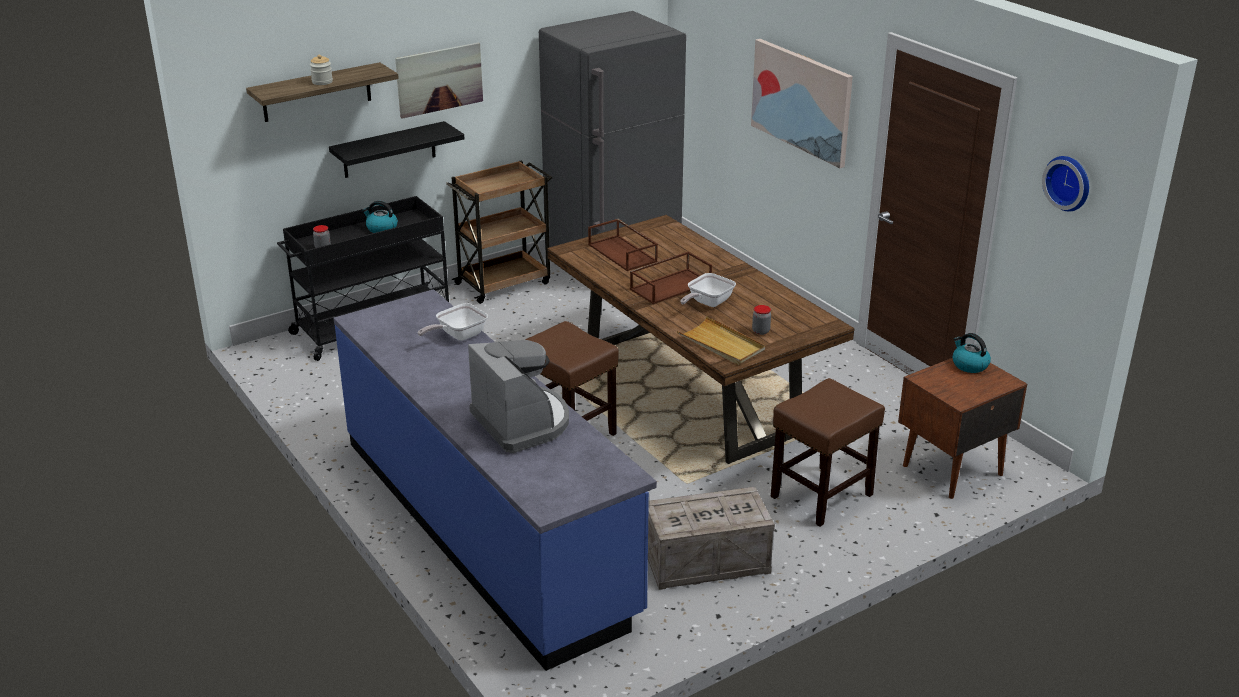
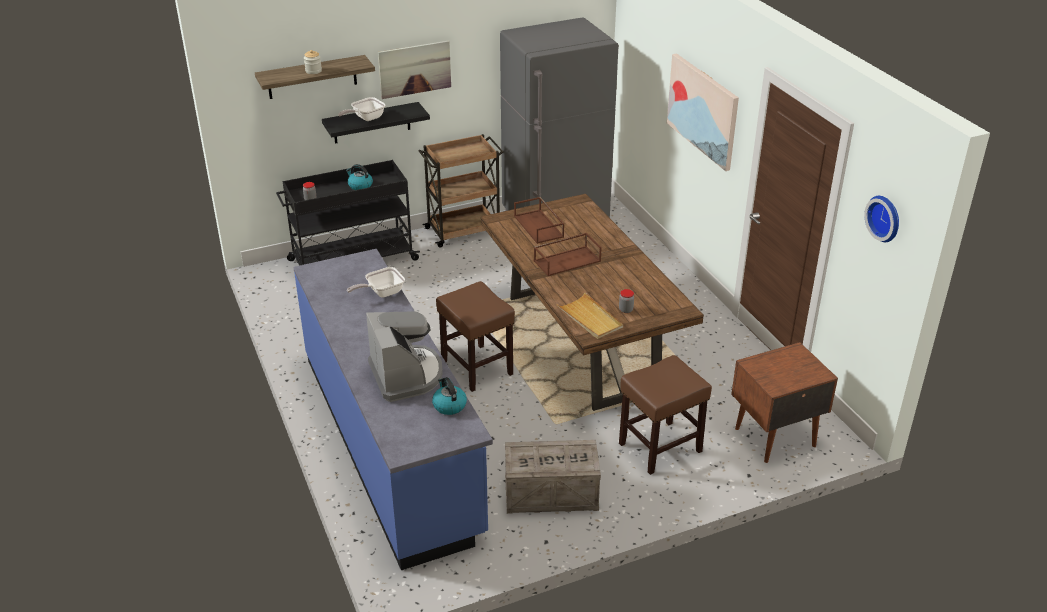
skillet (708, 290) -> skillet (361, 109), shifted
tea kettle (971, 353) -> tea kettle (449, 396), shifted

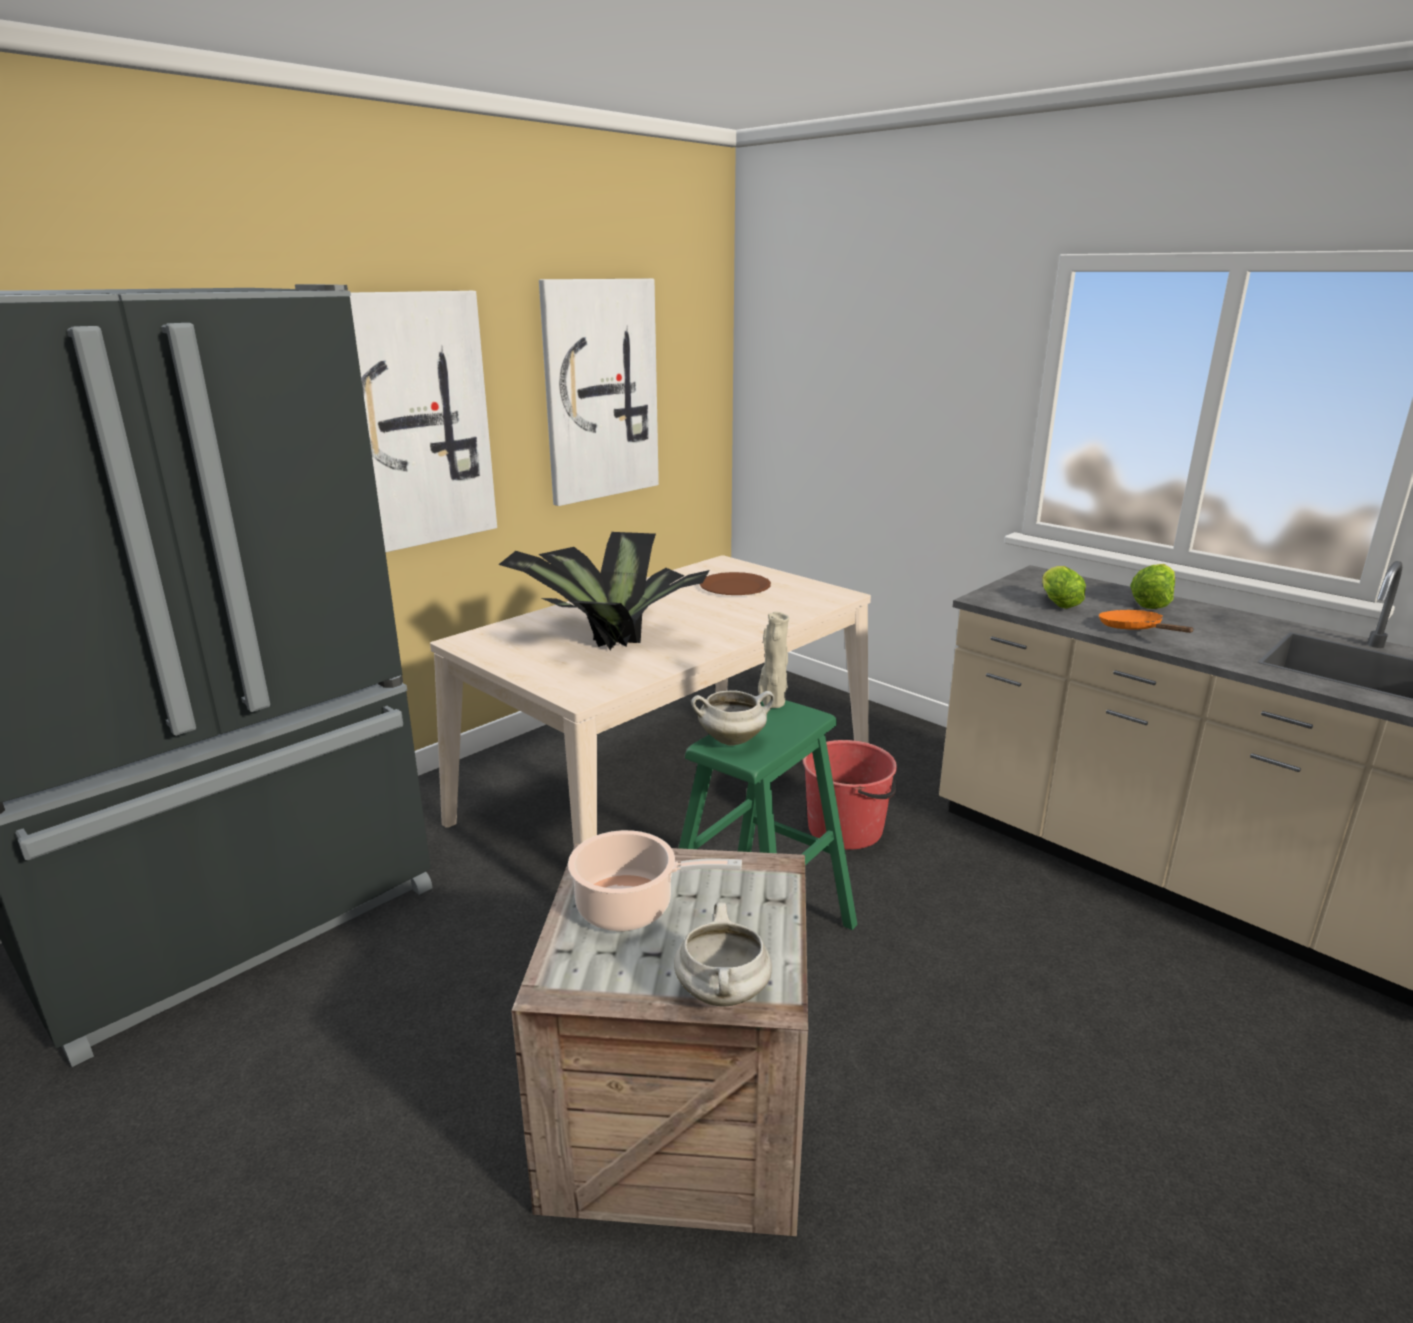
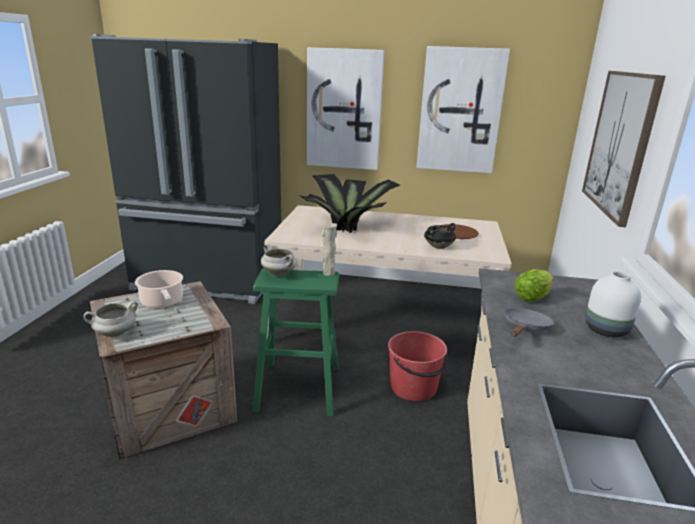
head of lettuce (1152, 586) -> flower vase (white) (613, 304)
skillet (orange) (1146, 621) -> skillet (greyish) (529, 322)
none -> wall art (624, 149)
none -> saucepot (blackish) (440, 236)

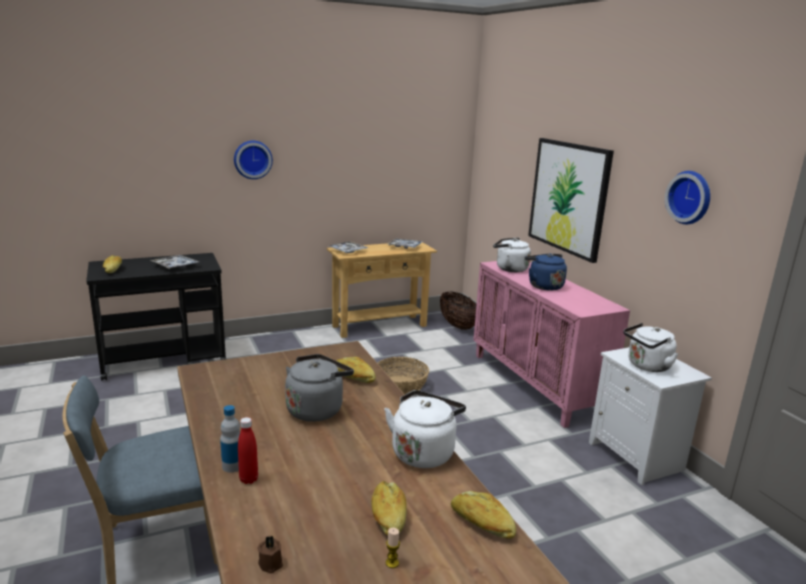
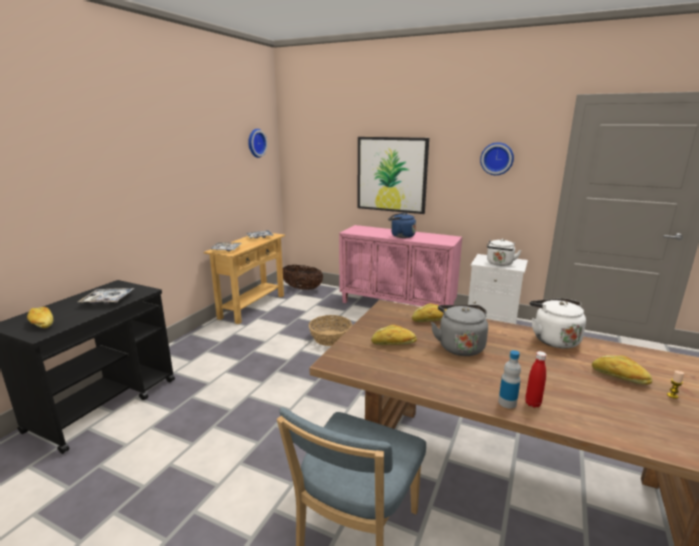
wall clock (253, 159) -> wall clock (258, 143), shifted
tea kettle (white) (512, 255) -> none
baked bread (483, 515) -> baked bread (394, 335), shifted
wax candle (brownish) (270, 554) -> none

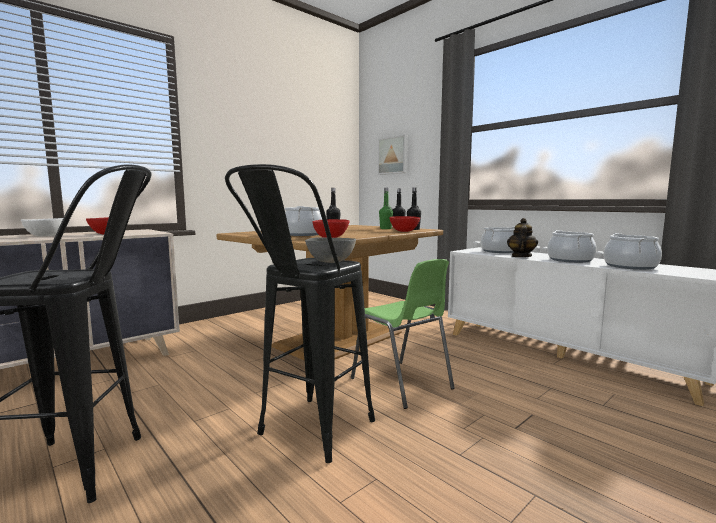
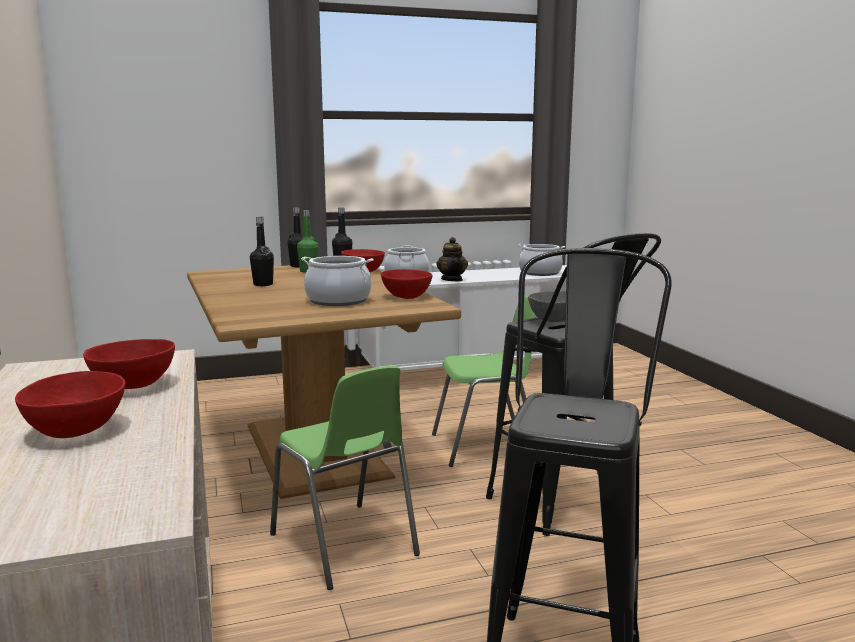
wall art (393, 155) -> none
bowl (white) (44, 227) -> bowl (red-coloured) (70, 404)
pot for tea (522, 237) -> pot for tea (452, 259), 150 degrees counterclockwise
saucepot (572, 246) -> none
none -> upright chair (green) (345, 478)

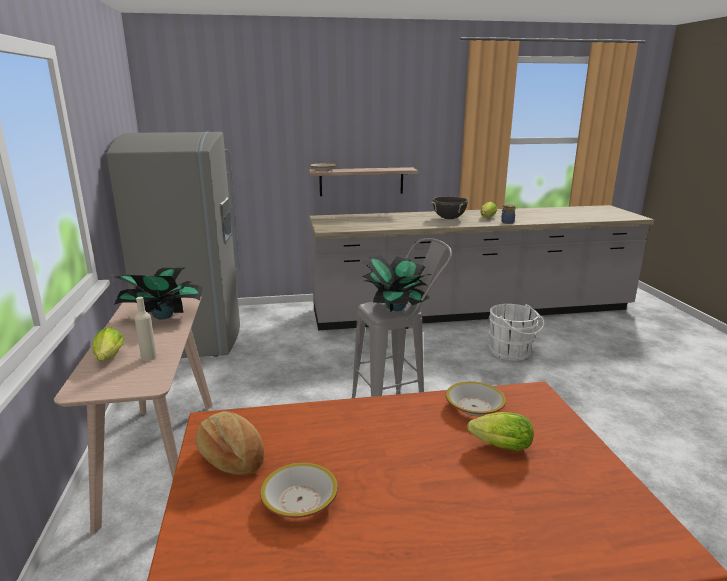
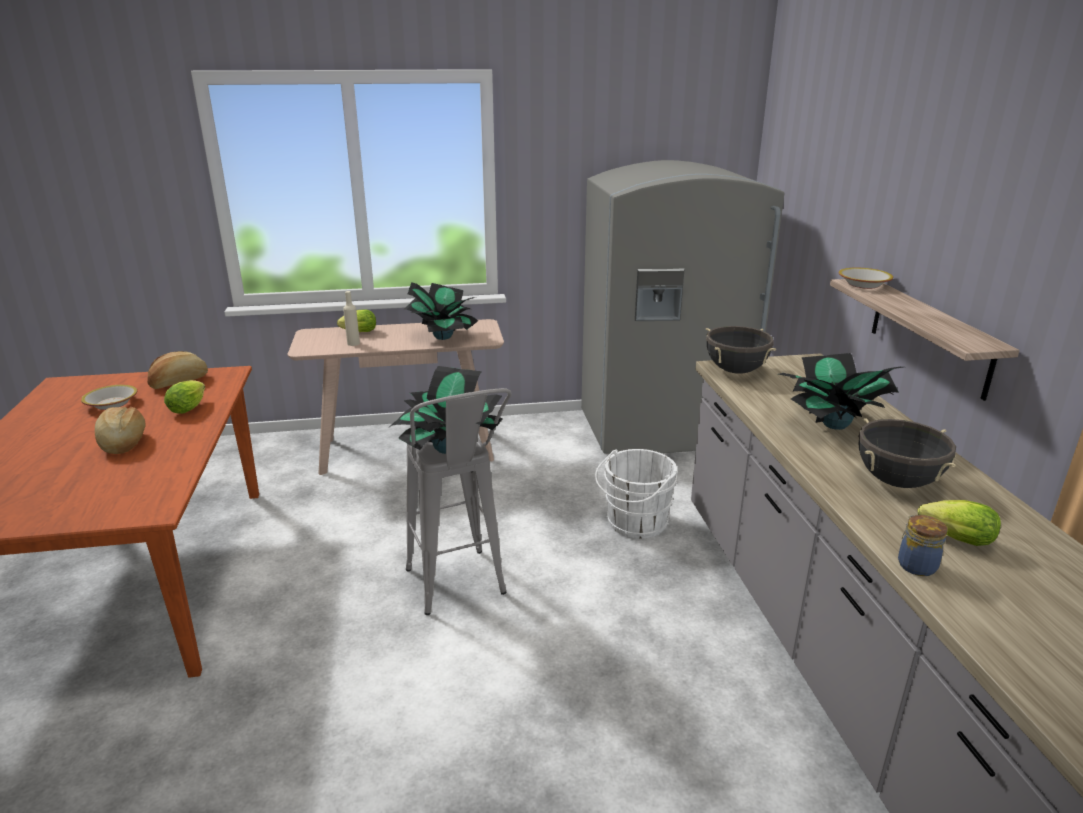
water bucket (white) (516, 332) -> water bucket (white) (636, 493), shifted
bowl (476, 398) -> none
head of lettuce (500, 431) -> head of lettuce (184, 397), shifted
none -> saucepot (blackish) (741, 350)
none -> plant in a pot (841, 391)
none -> baked bread (120, 430)

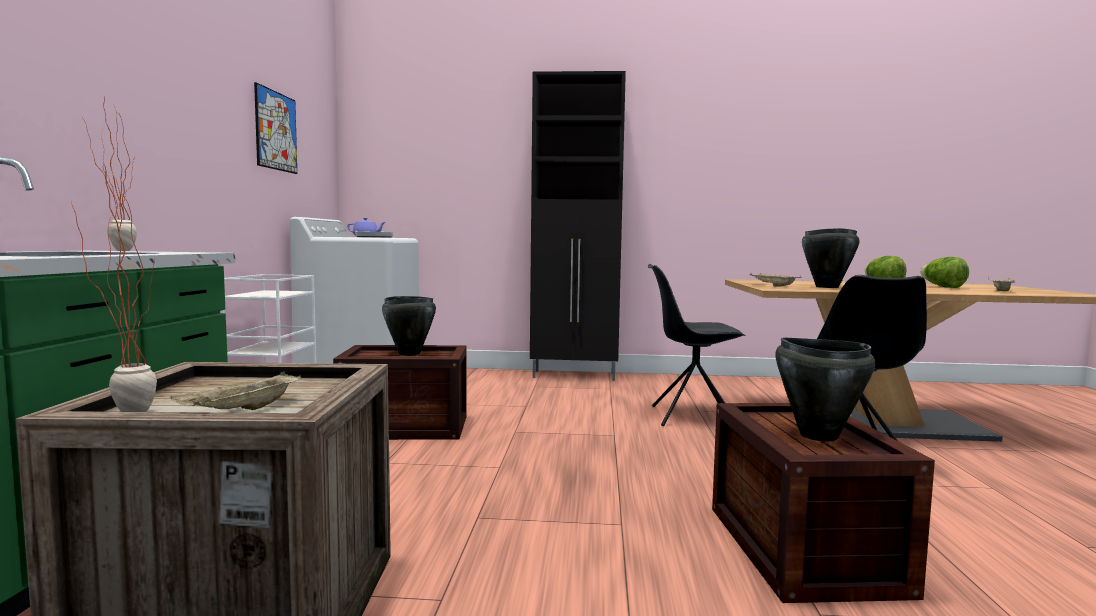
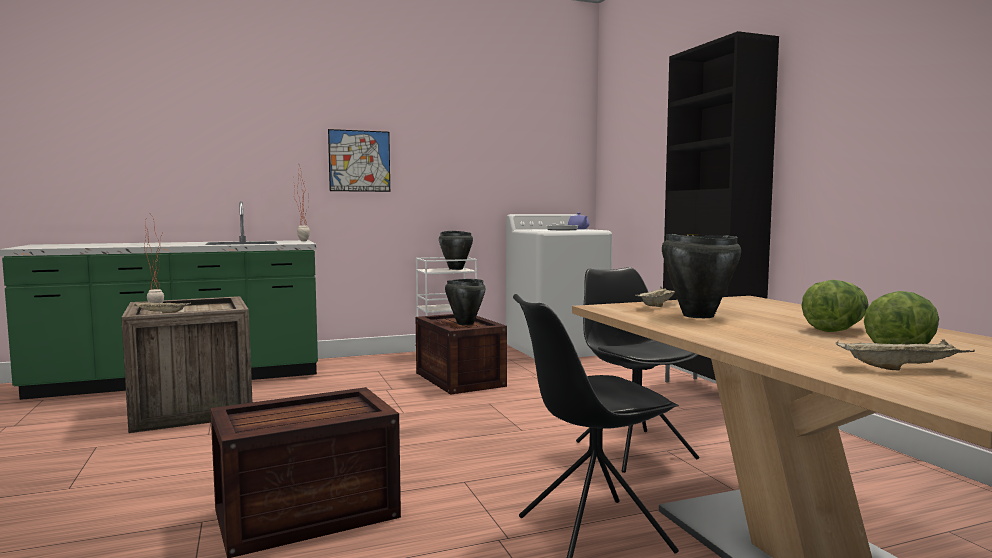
wall art (275, 128) -> wall art (359, 160), shifted
saucepot (blackish) (825, 390) -> saucepot (blackish) (456, 250), shifted

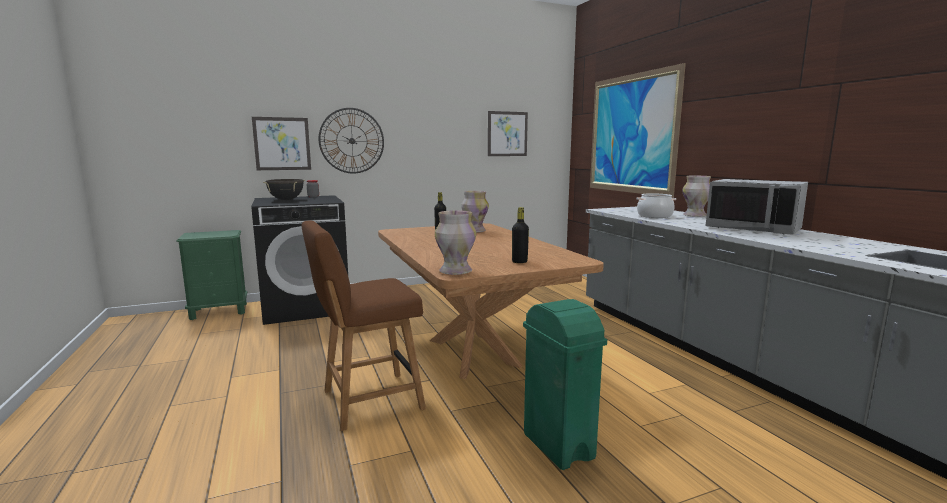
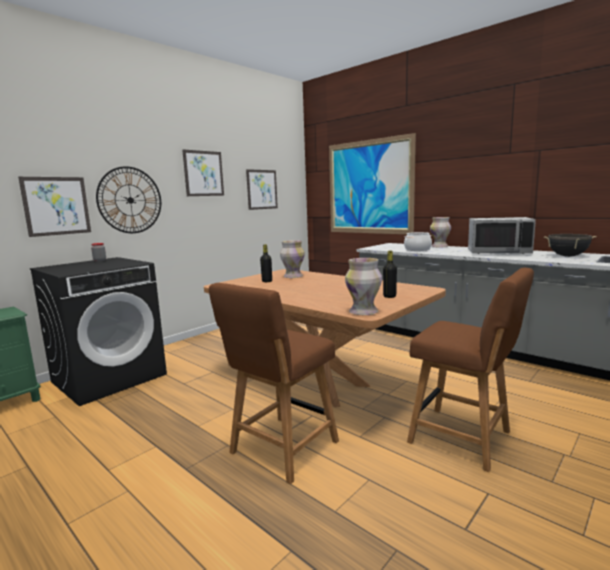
saucepot (blackish) (284, 189) -> saucepot (blackish) (570, 245), shifted
rubbish bin (green) (565, 384) -> upright chair (brownish) (470, 370)
none -> wall art (203, 172)

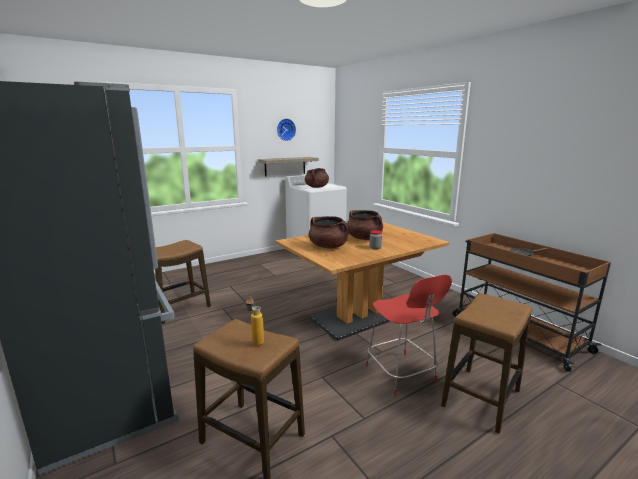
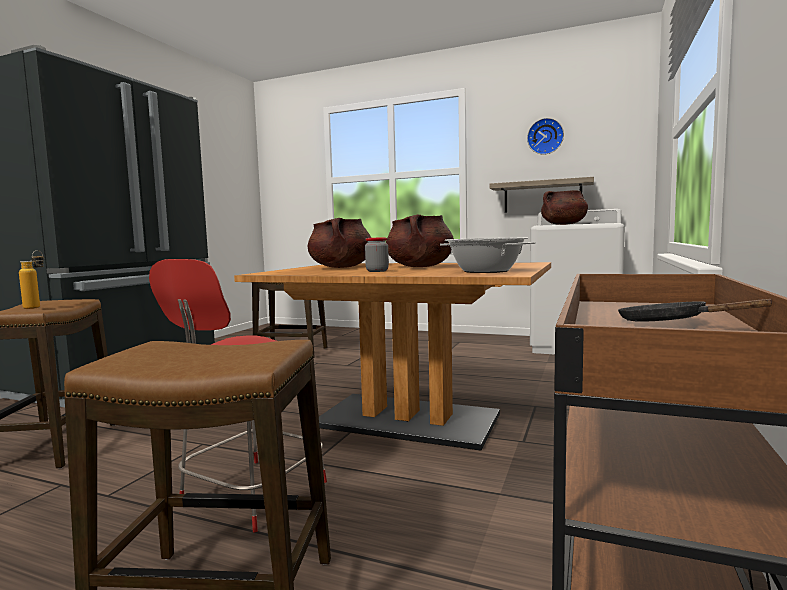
none -> saucepot (488, 255)

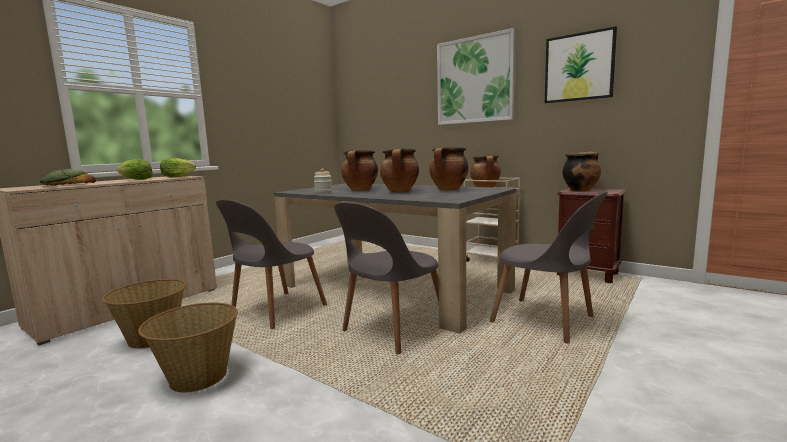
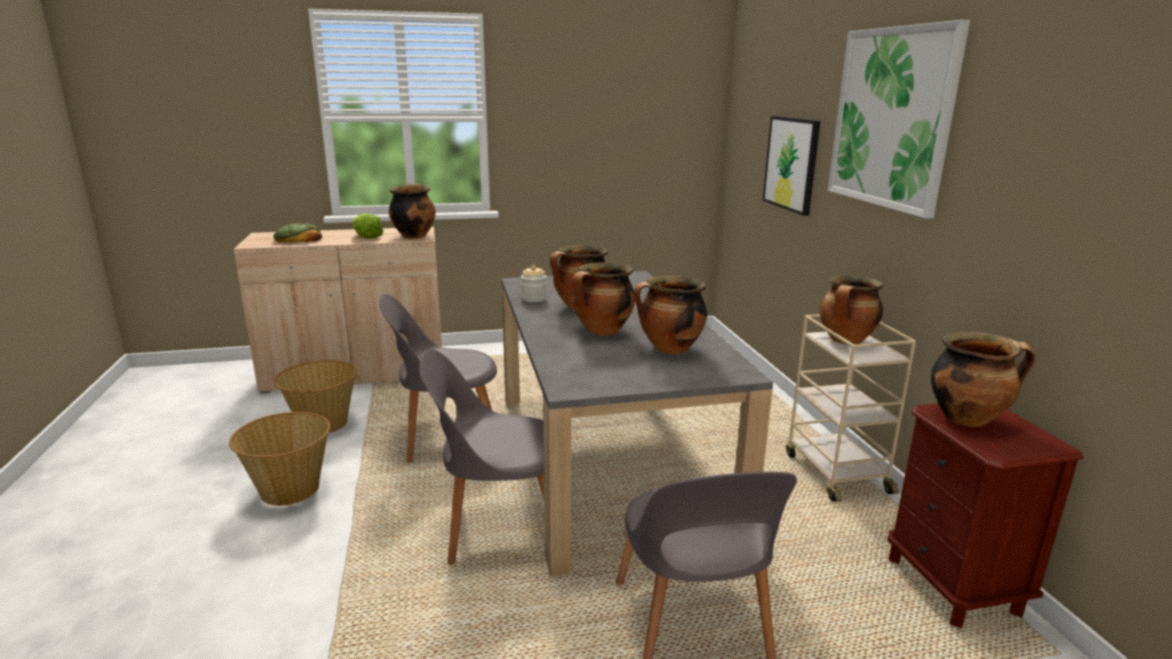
wall art (581, 64) -> wall art (791, 166), shifted
head of lettuce (178, 167) -> saucepot (412, 211)

